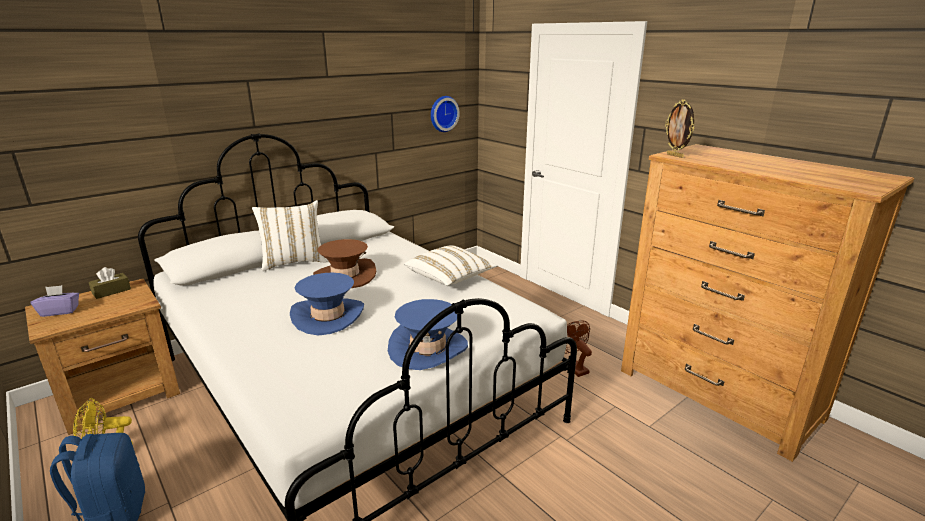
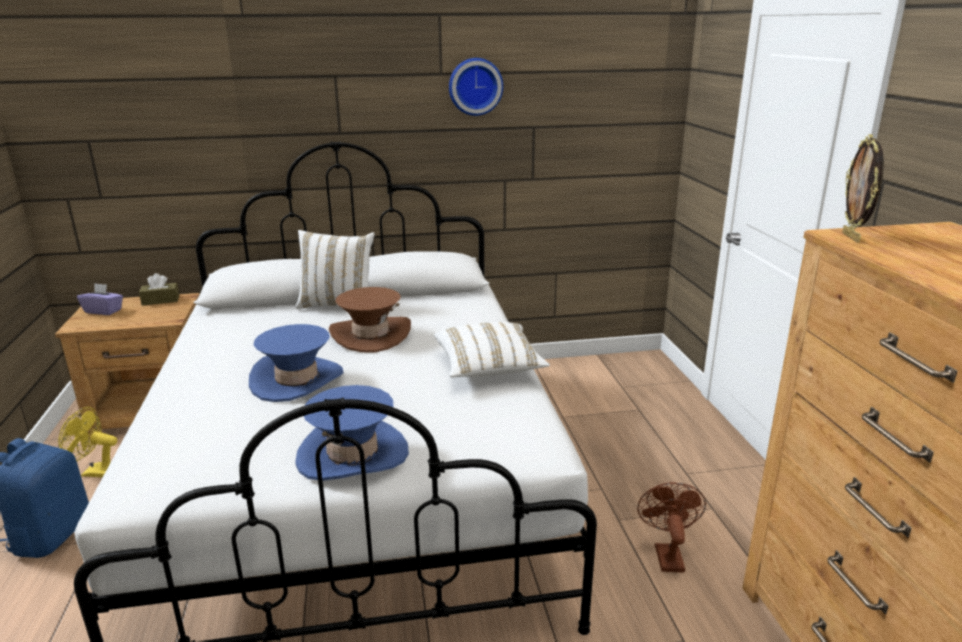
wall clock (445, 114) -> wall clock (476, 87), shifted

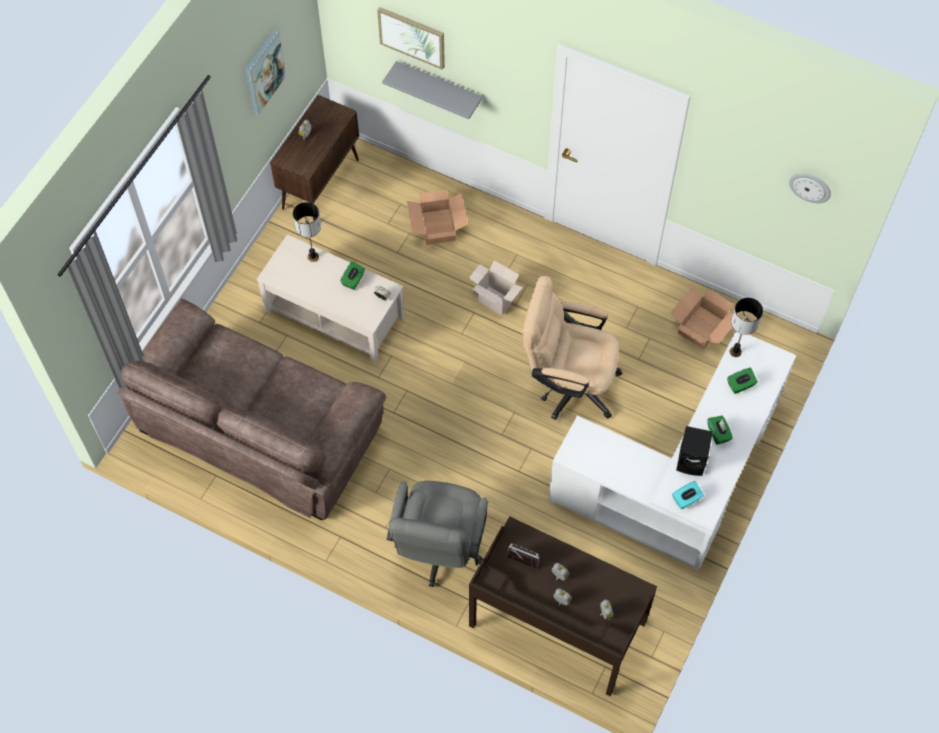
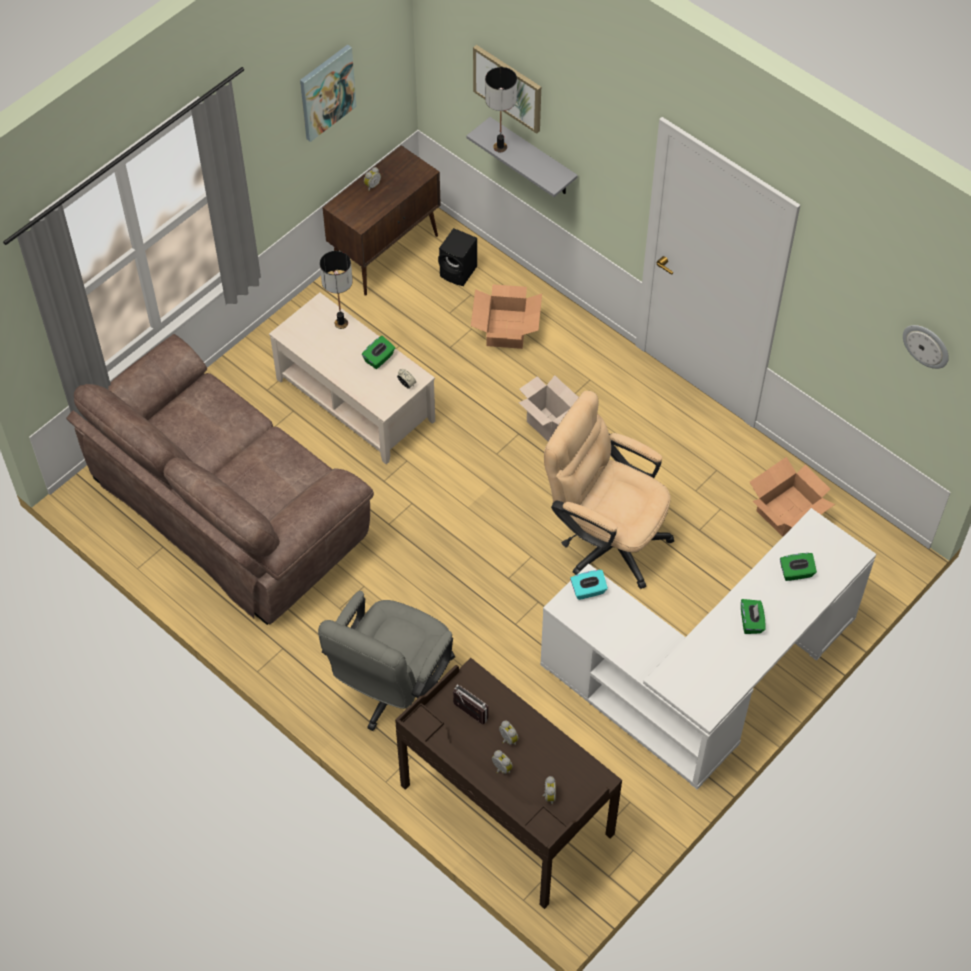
tabletop lamp (746, 327) -> tabletop lamp (501, 109), shifted
loudspeaker (blackish) (694, 451) -> loudspeaker (blackish) (457, 257), shifted
box of tissues (blue-green) (688, 495) -> box of tissues (blue-green) (589, 585), shifted

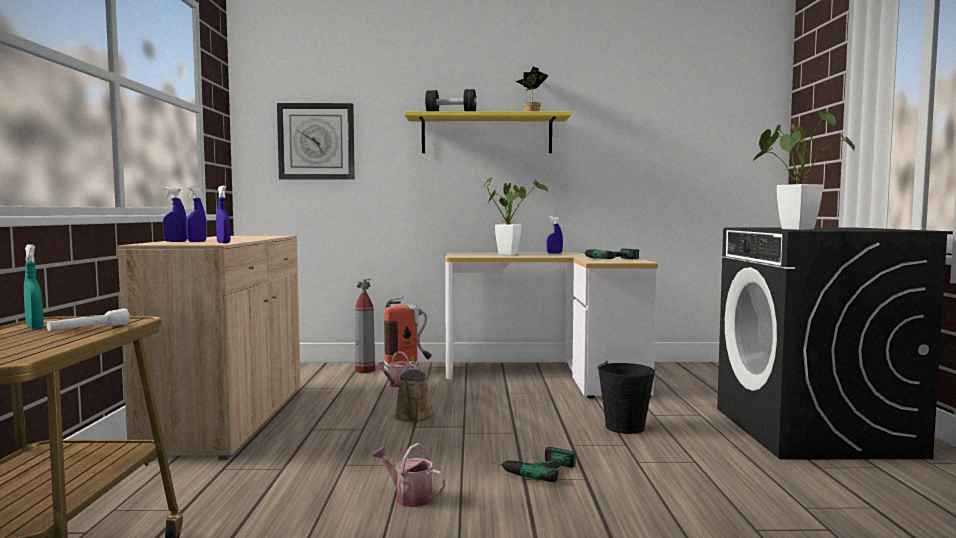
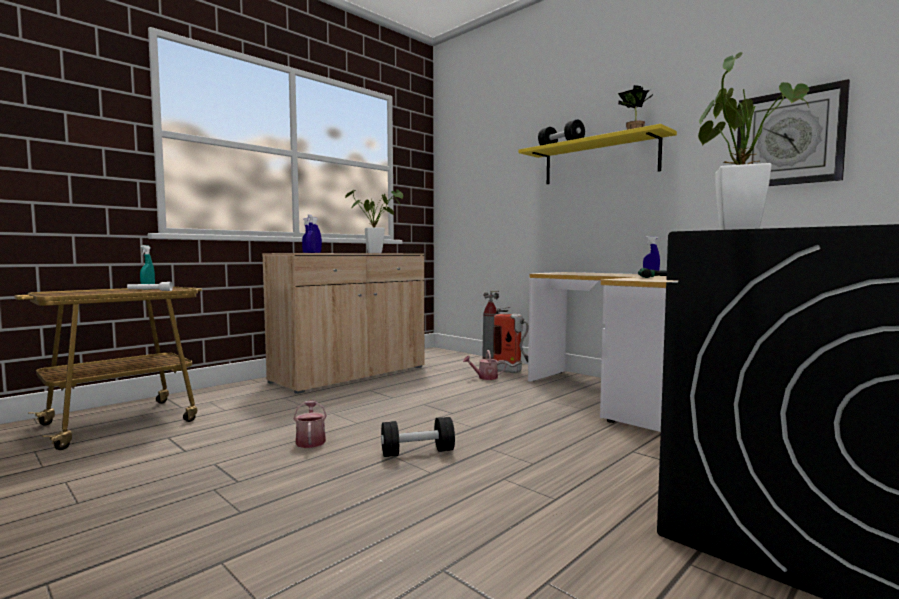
wall clock (316, 141) -> wall clock (793, 132), shifted
plant in a pot (516, 216) -> plant in a pot (374, 221), shifted
water bucket (blackish) (626, 397) -> none
sprinkling can (brownish) (414, 395) -> none
drill (533, 464) -> hand weight (blackish) (418, 437)

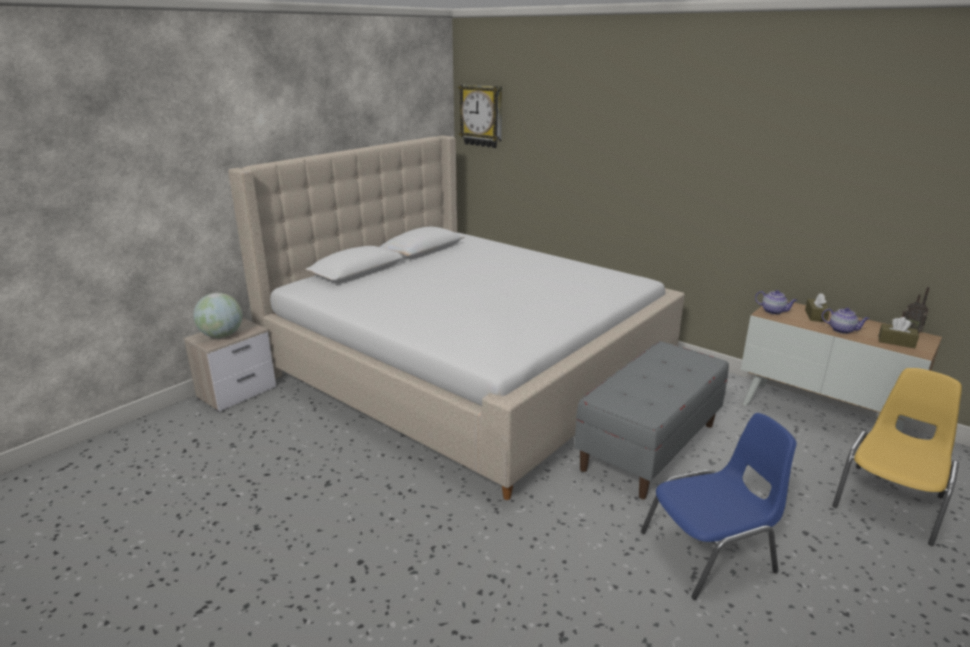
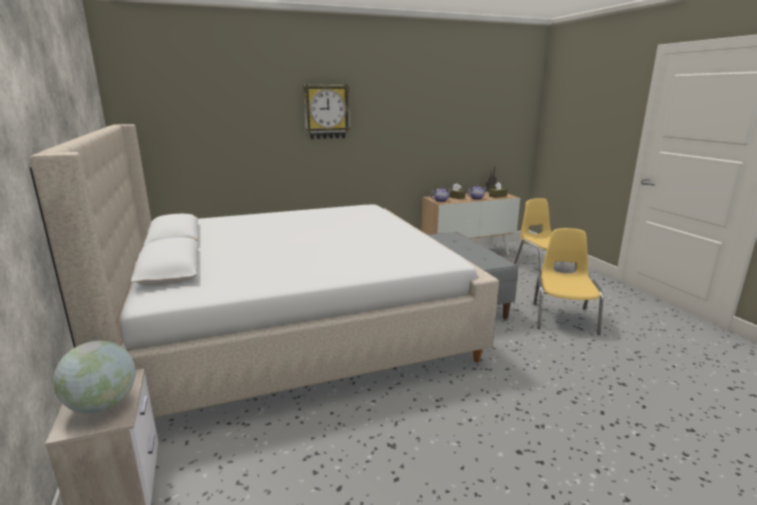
wall clock (480, 116) -> wall clock (327, 111), shifted
upright chair (blue) (719, 506) -> upright chair (yellow) (568, 281)

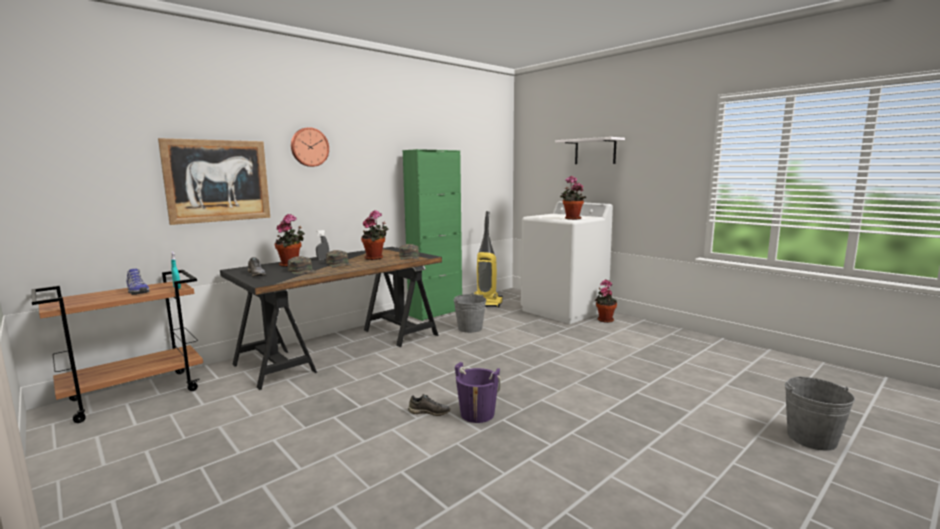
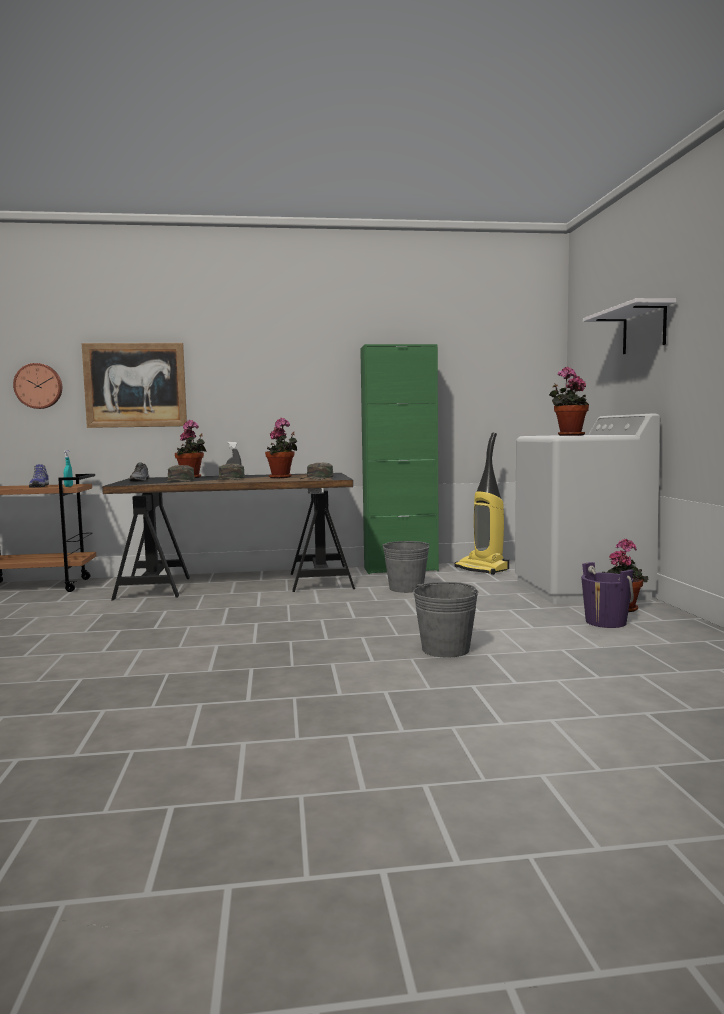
wall clock (310, 147) -> wall clock (37, 386), shifted
water bucket (purple) (478, 392) -> water bucket (purple) (607, 595), shifted
water bucket (greyish) (820, 413) -> water bucket (greyish) (446, 620), shifted
low shoe (greyish) (429, 405) -> none

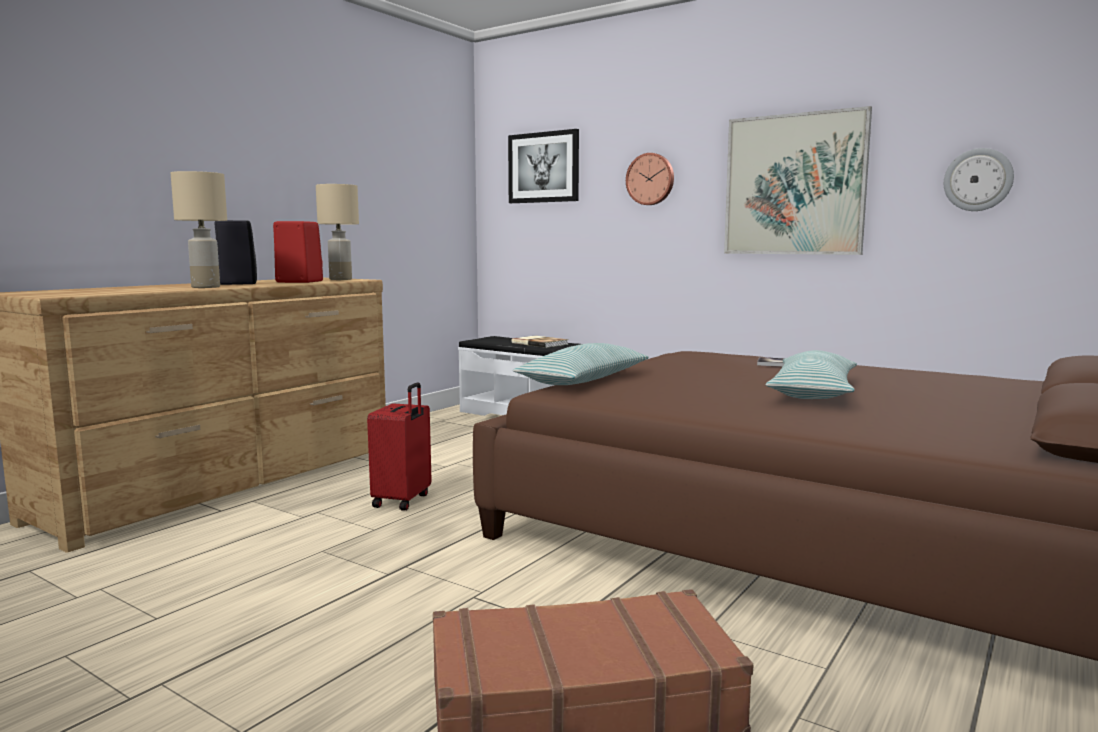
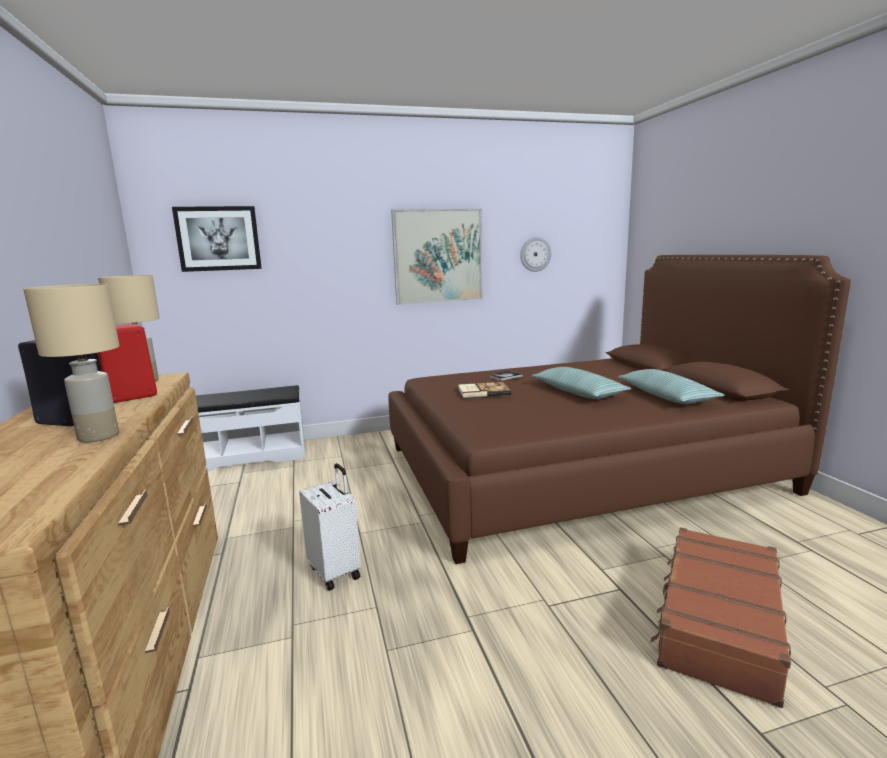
wall clock (650, 179) -> none
book (540, 342) -> book (484, 390), shifted
throw pillow (581, 364) -> throw pillow (671, 386), shifted
travel case (red-coloured) (399, 446) -> travel case (white) (330, 527)

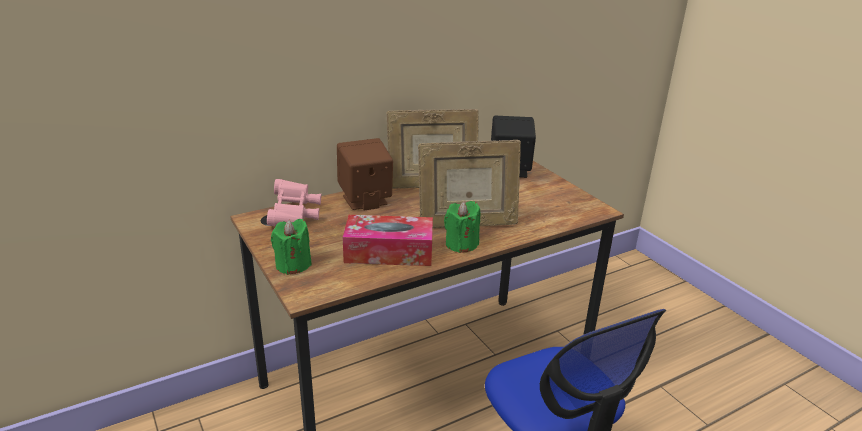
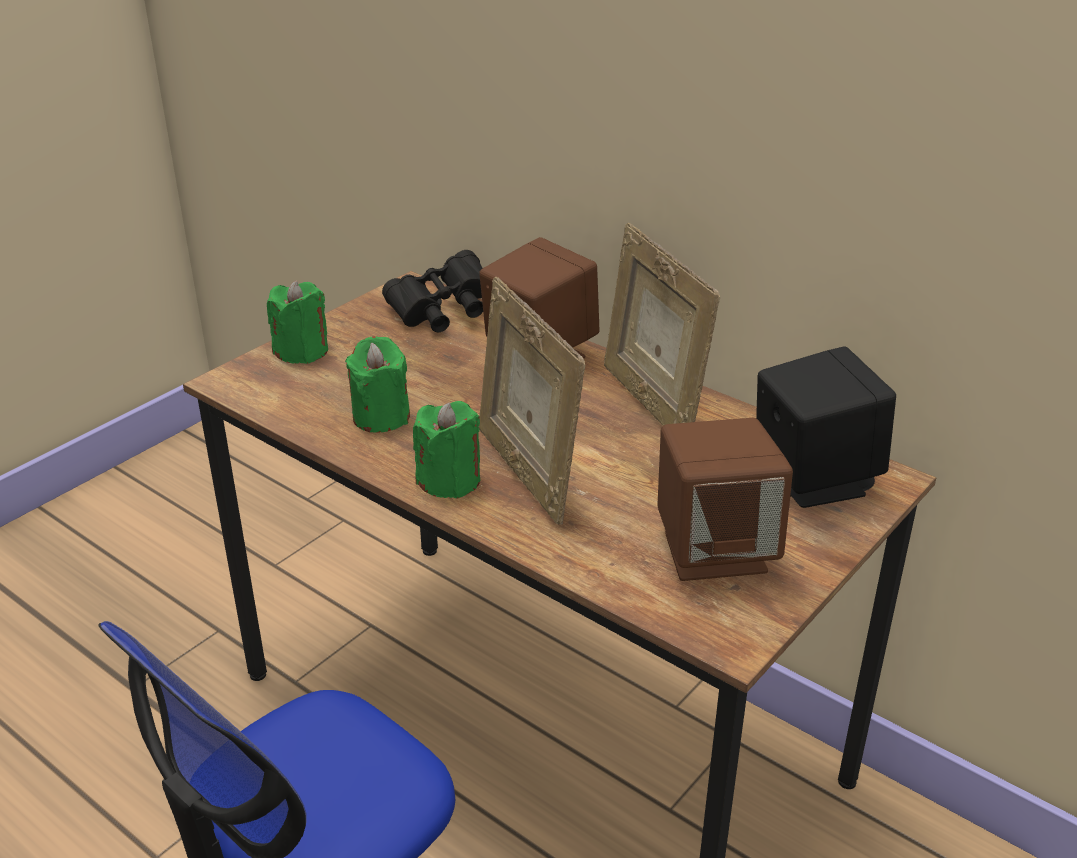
binoculars (pinkish) (294, 202) -> binoculars (blackish) (432, 291)
box of tissues (388, 240) -> wax candle (green) (377, 384)
none -> loudspeaker (brownish) (725, 499)

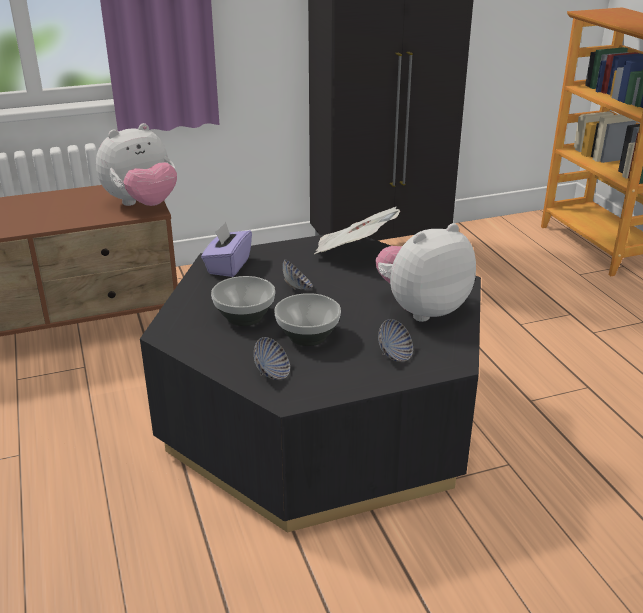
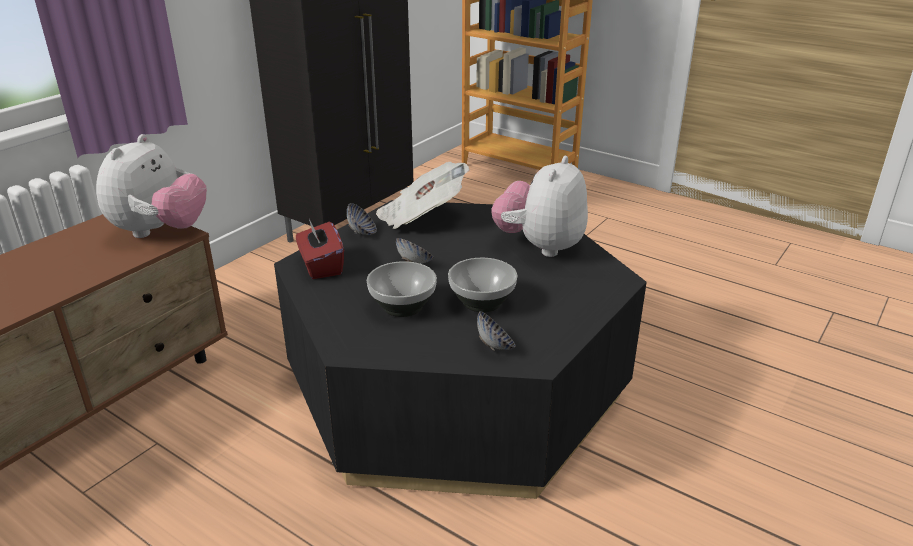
box of tissues (purple) (226, 249) -> box of tissues (red-coloured) (320, 249)
bowl (395, 340) -> bowl (362, 219), shifted

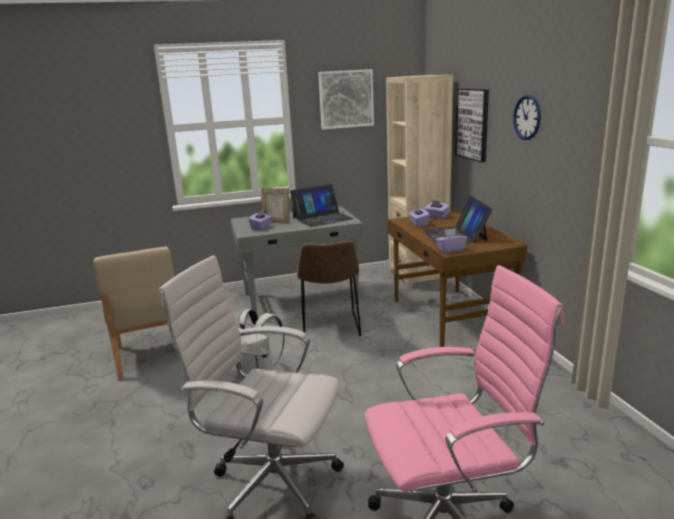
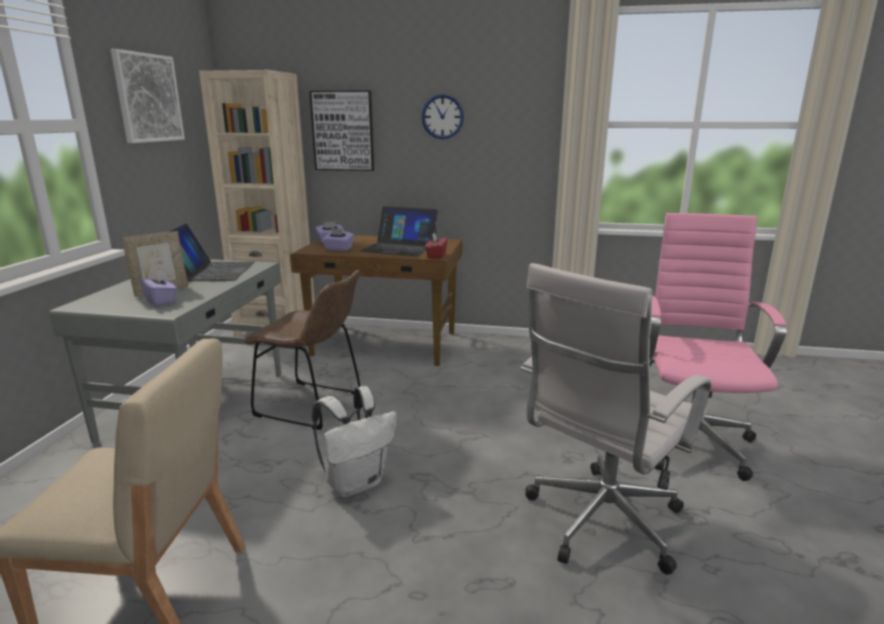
box of tissues (purple) (451, 240) -> box of tissues (red-coloured) (436, 245)

